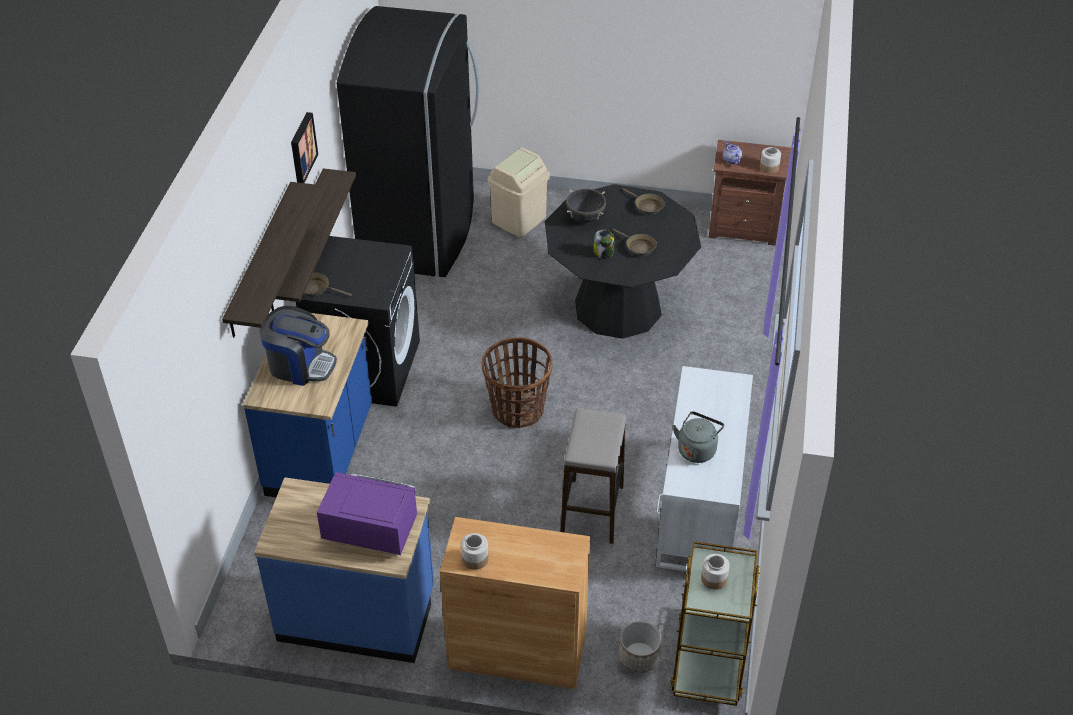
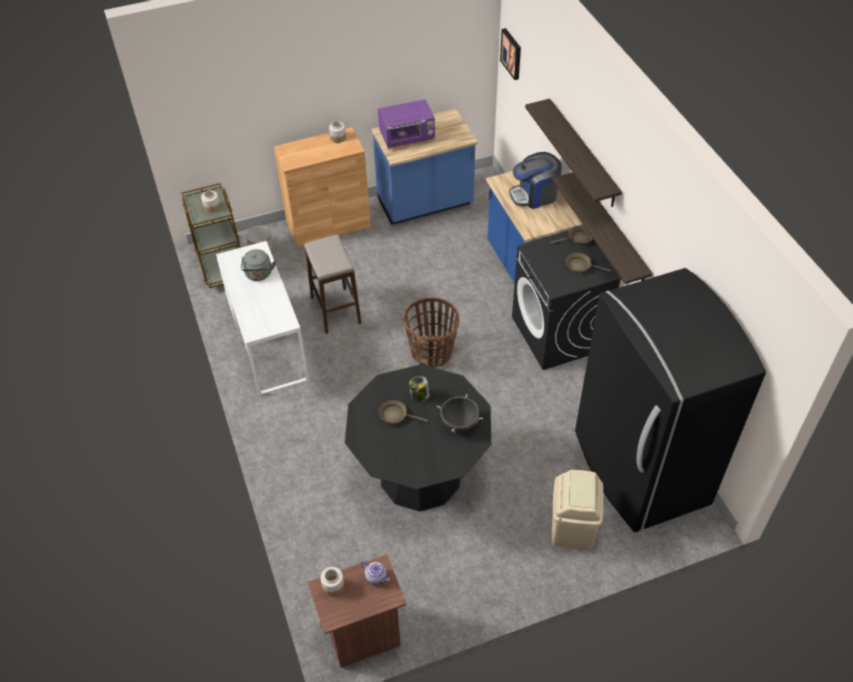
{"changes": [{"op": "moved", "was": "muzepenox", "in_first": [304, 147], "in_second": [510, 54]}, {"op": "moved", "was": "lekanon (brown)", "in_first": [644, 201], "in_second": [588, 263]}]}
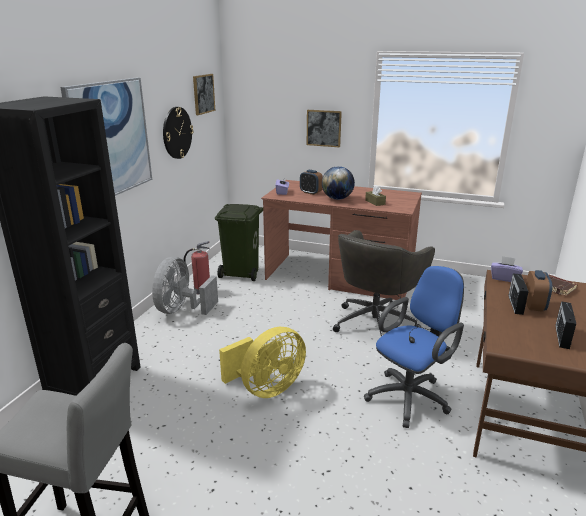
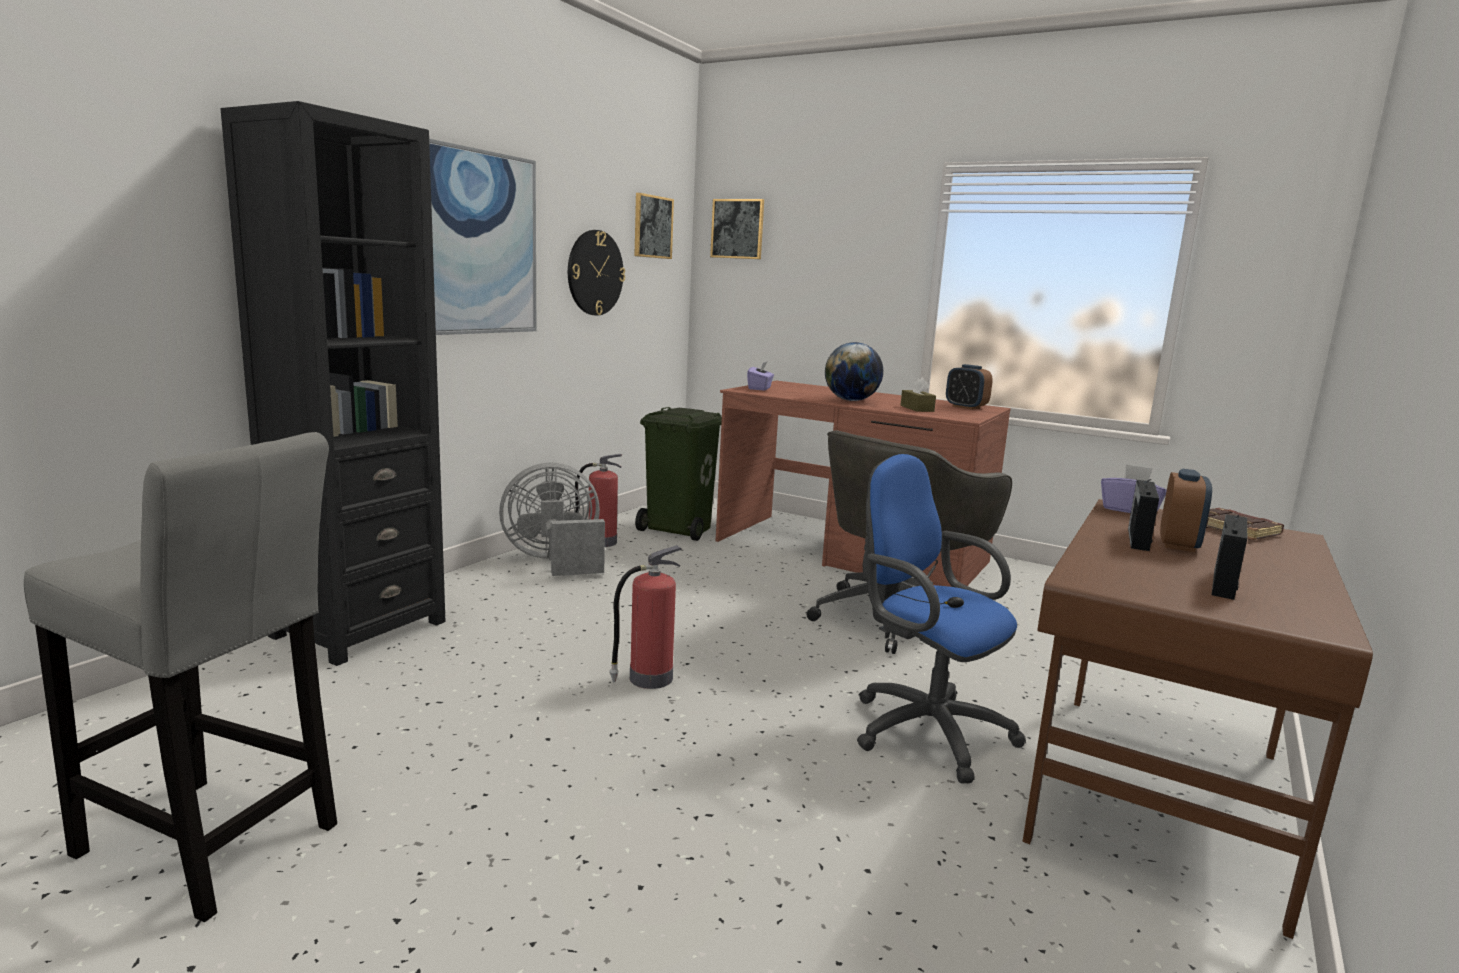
{"changes": [{"op": "turned", "was": "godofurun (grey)", "in_first": [185, 286], "in_second": [552, 519], "clockwise": 45}, {"op": "replaced", "was": "godofurun (yellow)", "now": "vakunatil", "in_first": [262, 362], "in_second": [645, 617]}, {"op": "moved", "was": "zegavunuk", "in_first": [311, 182], "in_second": [969, 387]}, {"op": "moved", "was": "muzepenox", "in_first": [324, 128], "in_second": [737, 229]}, {"op": "turned", "was": "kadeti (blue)", "in_first": [414, 347], "in_second": [941, 618], "clockwise": -105}]}
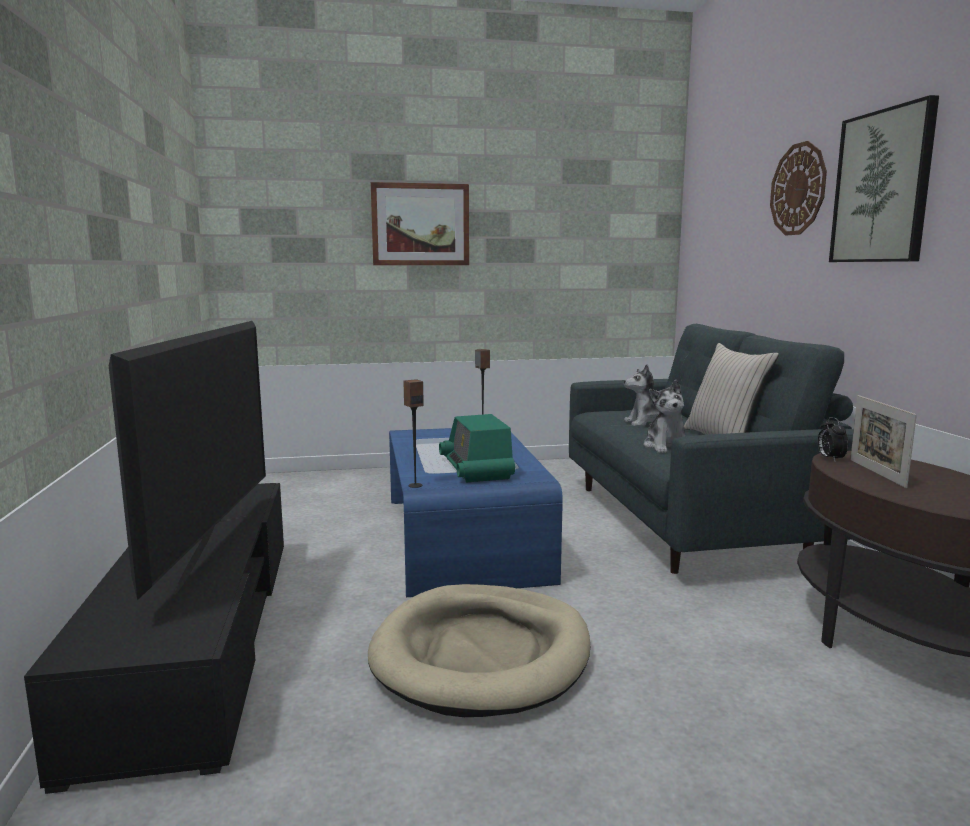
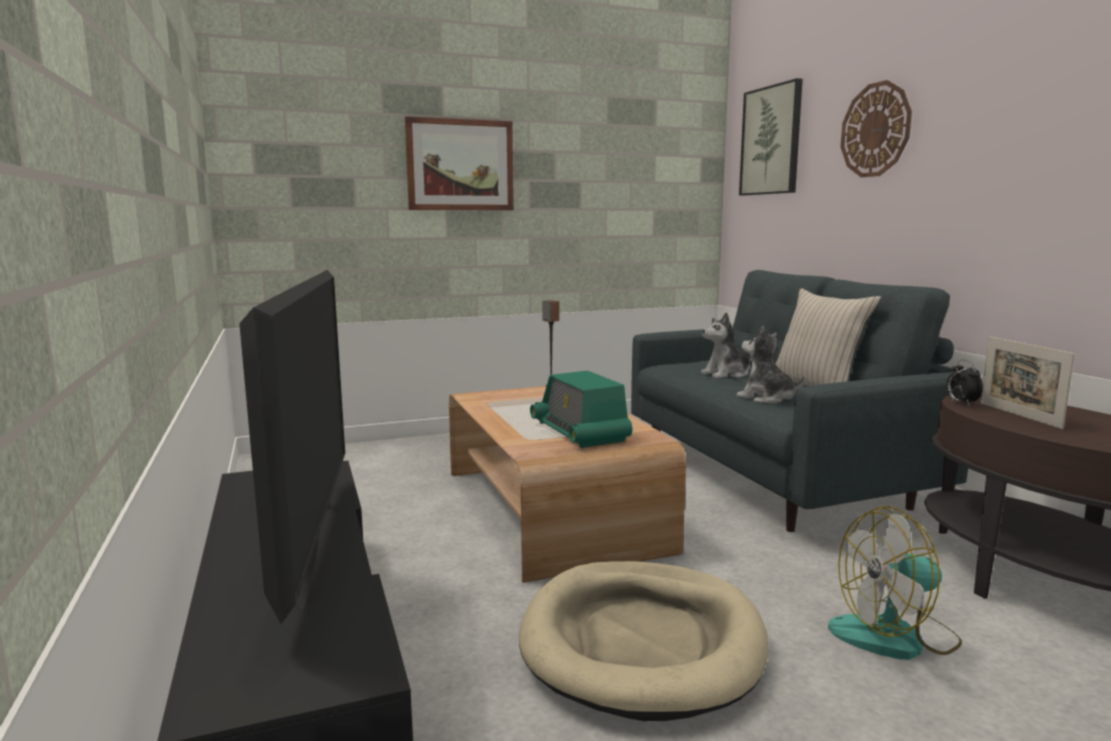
{"changes": [{"op": "recoloured", "was": "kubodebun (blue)", "now": "kubodebun (brown)", "in_first": [476, 512], "in_second": [567, 484]}, {"op": "removed", "was": "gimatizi", "in_first": [413, 433]}, {"op": "turned", "was": "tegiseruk", "in_first": [664, 416], "in_second": [770, 365], "clockwise": 150}, {"op": "moved", "was": "muzepenox", "in_first": [884, 178], "in_second": [771, 136]}, {"op": "added", "now": "godofurun", "in_second": [895, 583]}]}
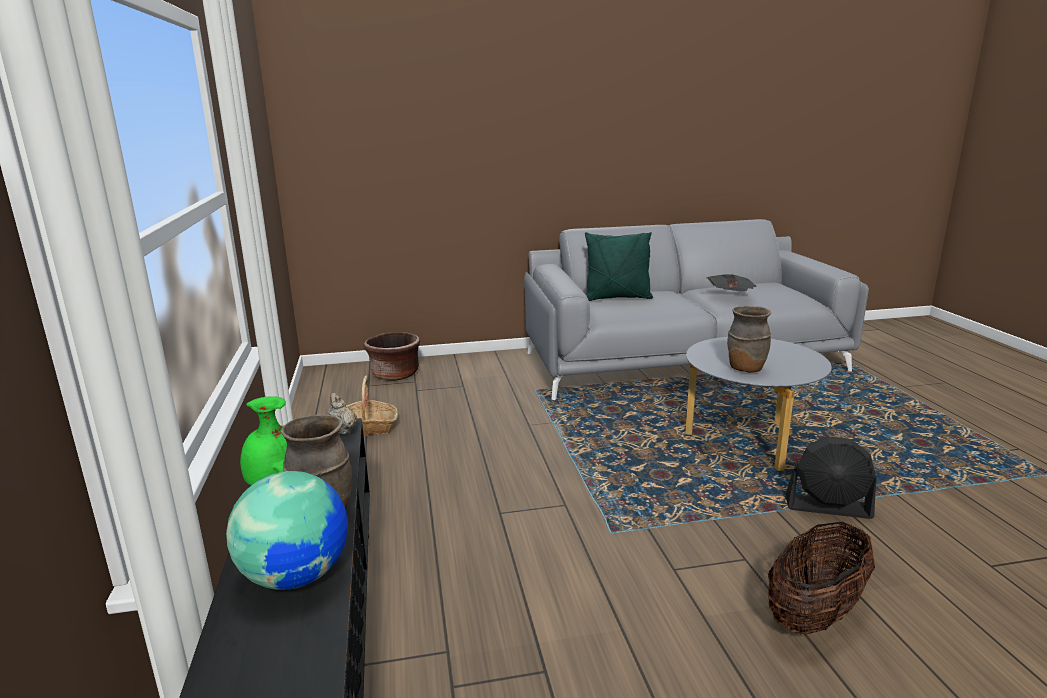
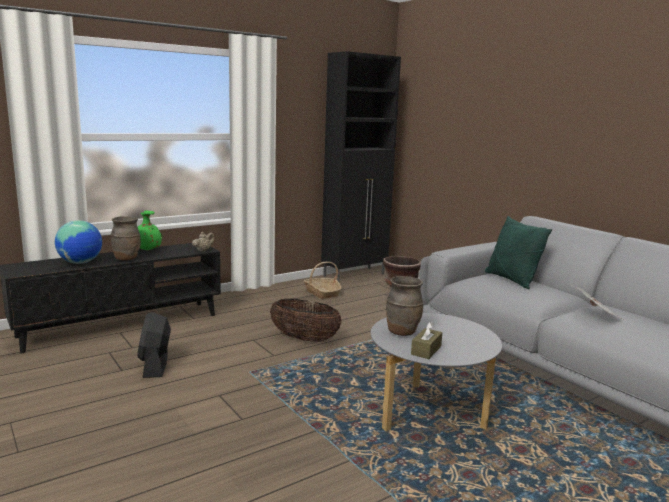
{"changes": [{"op": "moved", "was": "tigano", "in_first": [821, 577], "in_second": [306, 320]}, {"op": "moved", "was": "godofurun (black)", "in_first": [831, 477], "in_second": [154, 345]}, {"op": "added", "now": "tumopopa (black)", "in_second": [361, 166]}, {"op": "added", "now": "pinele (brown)", "in_second": [426, 340]}]}
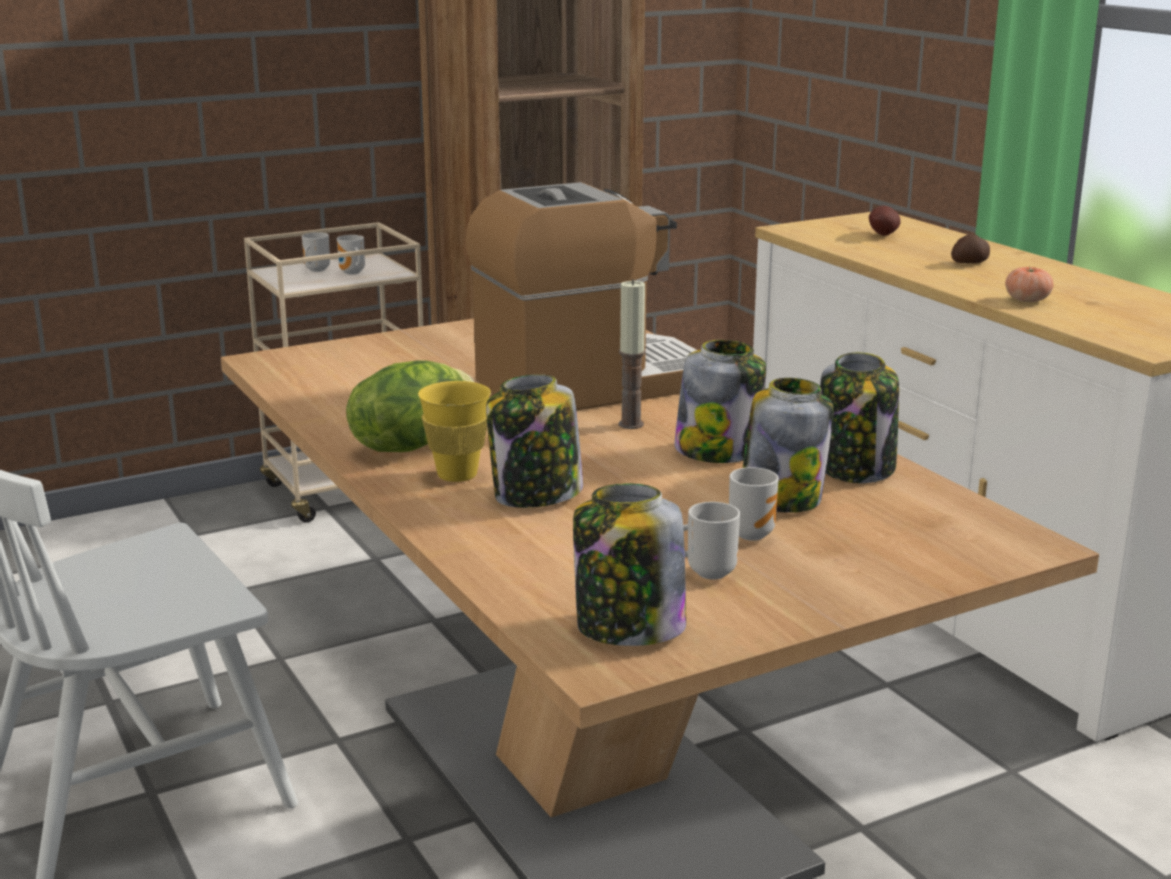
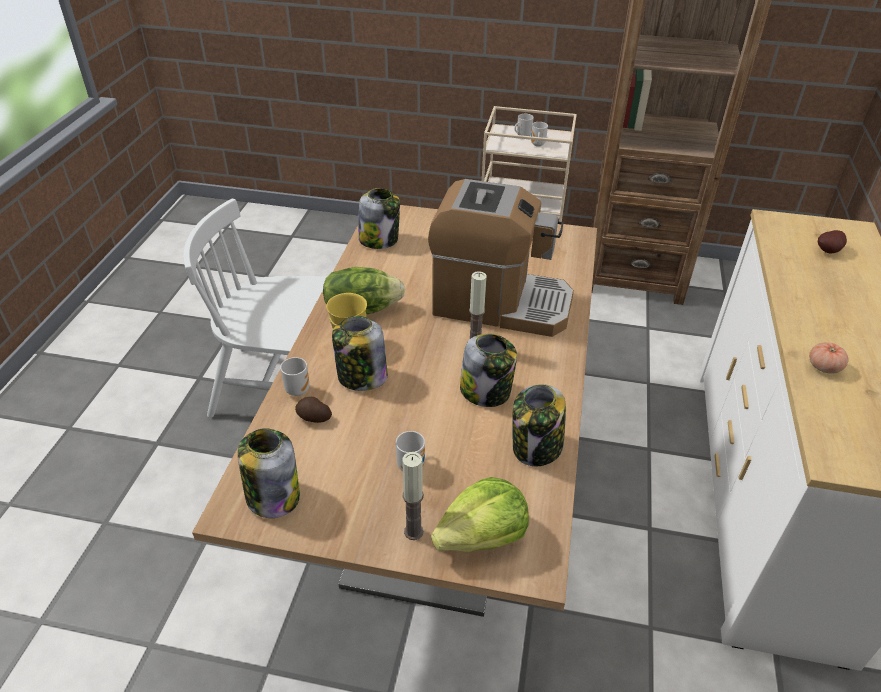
{"changes": [{"op": "moved", "was": "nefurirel", "in_first": [711, 541], "in_second": [294, 376]}, {"op": "moved", "was": "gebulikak", "in_first": [788, 445], "in_second": [379, 218]}, {"op": "moved", "was": "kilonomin", "in_first": [970, 248], "in_second": [313, 410]}, {"op": "added", "now": "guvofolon", "in_second": [413, 496]}, {"op": "added", "now": "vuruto", "in_second": [480, 514]}]}
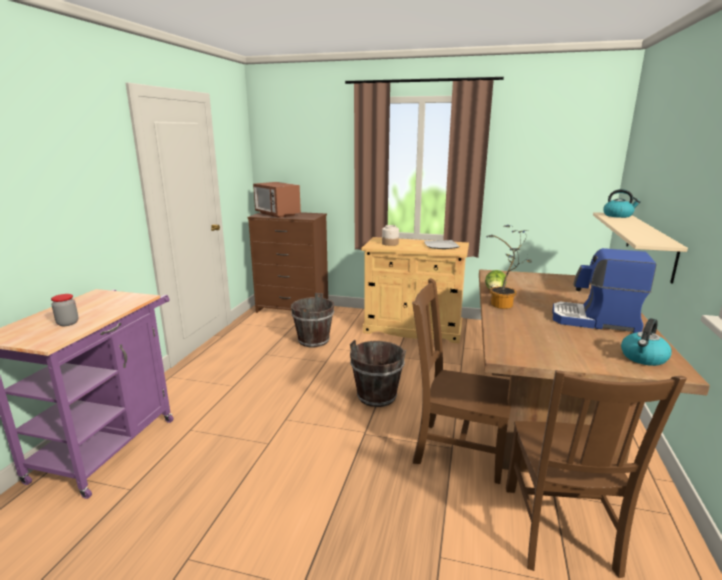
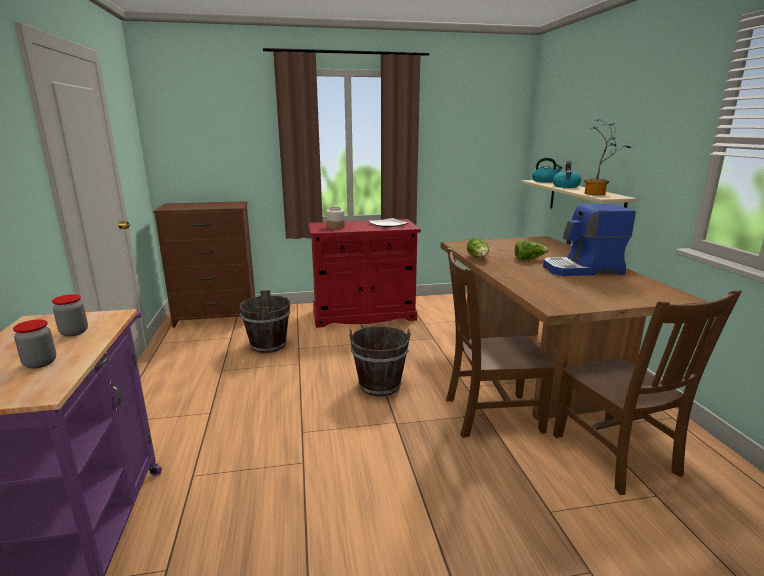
{"changes": [{"op": "removed", "was": "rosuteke", "in_first": [277, 200]}, {"op": "recoloured", "was": "tumopopa (beige)", "now": "tumopopa (red)", "in_first": [415, 290], "in_second": [364, 273]}, {"op": "moved", "was": "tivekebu", "in_first": [509, 267], "in_second": [607, 157]}, {"op": "moved", "was": "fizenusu", "in_first": [646, 342], "in_second": [567, 174]}, {"op": "added", "now": "gebulikak", "in_second": [70, 315]}, {"op": "added", "now": "vuruto", "in_second": [532, 250]}]}
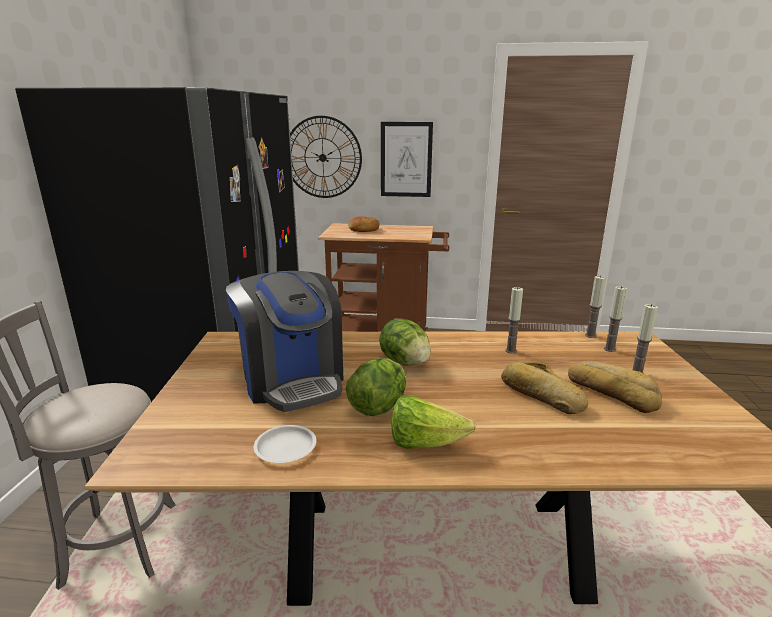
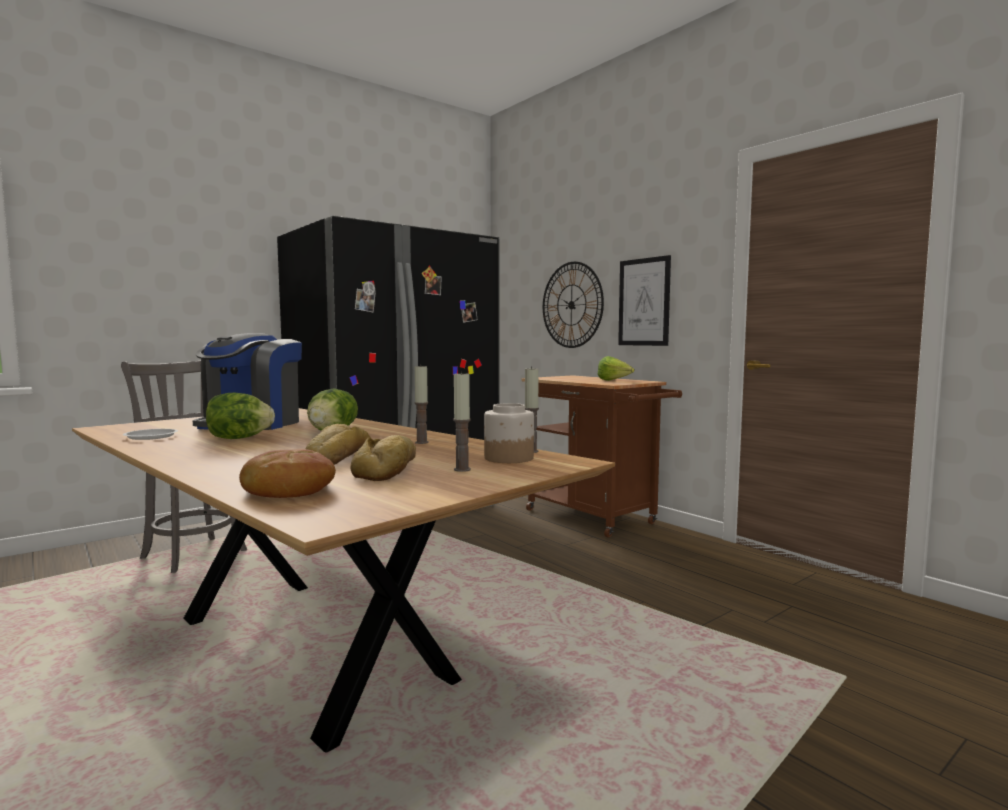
{"changes": [{"op": "moved", "was": "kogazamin", "in_first": [363, 224], "in_second": [287, 473]}, {"op": "moved", "was": "vuruto", "in_first": [434, 422], "in_second": [616, 368]}, {"op": "replaced", "was": "guvofolon", "now": "gebulikak", "in_first": [615, 319], "in_second": [509, 433]}]}
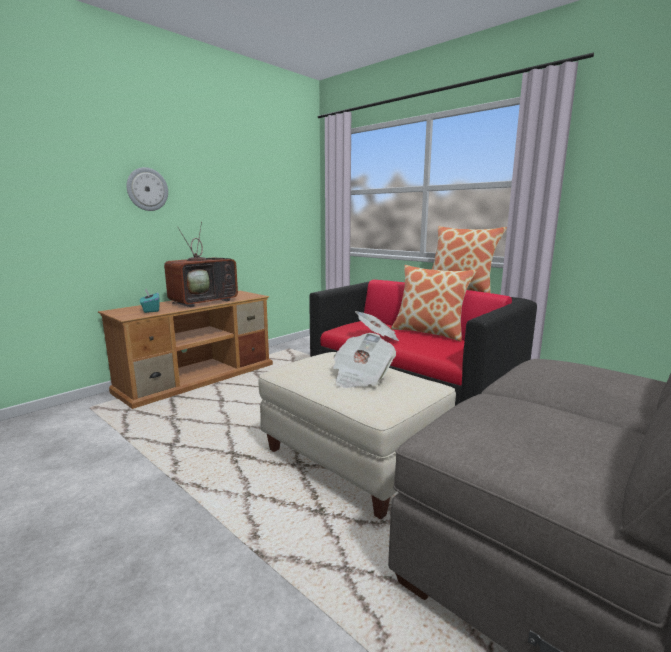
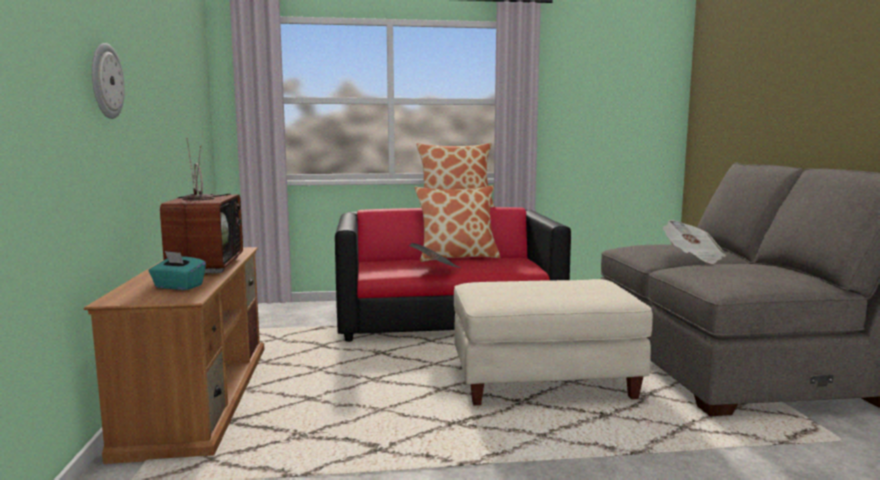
{"changes": [{"op": "moved", "was": "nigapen", "in_first": [364, 360], "in_second": [694, 242]}]}
